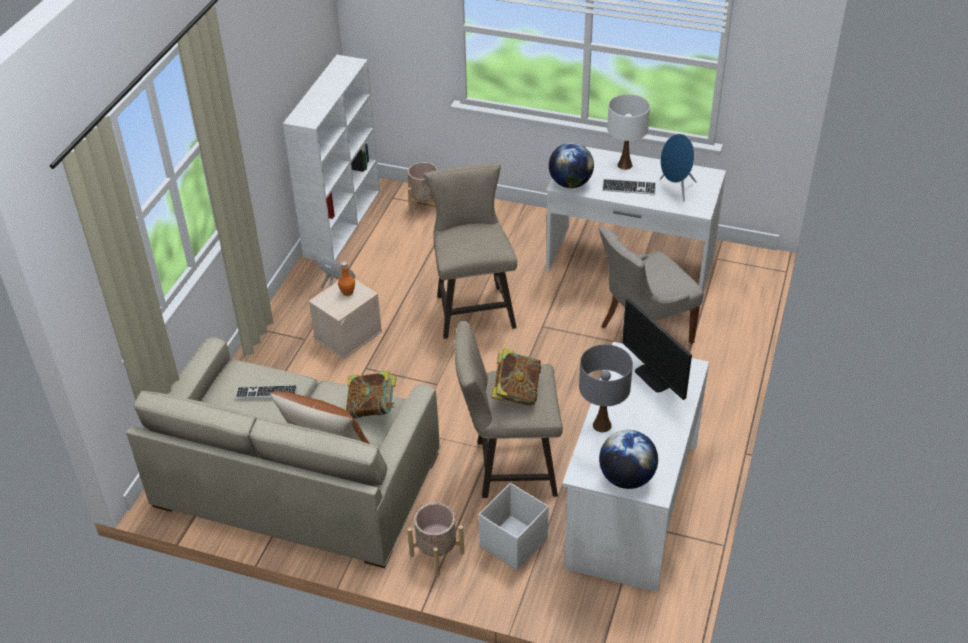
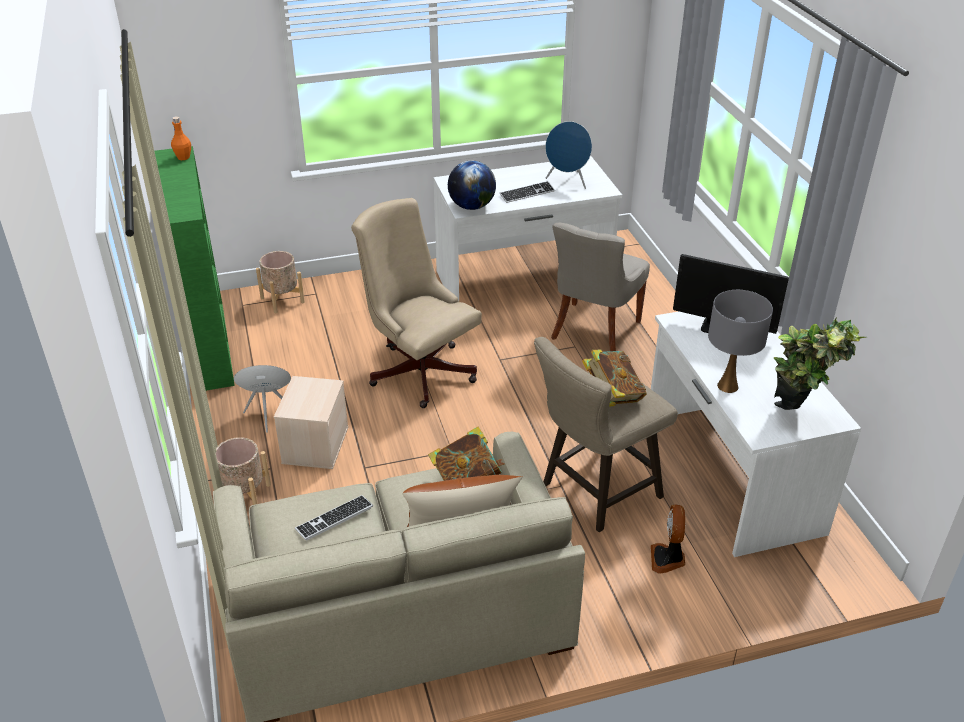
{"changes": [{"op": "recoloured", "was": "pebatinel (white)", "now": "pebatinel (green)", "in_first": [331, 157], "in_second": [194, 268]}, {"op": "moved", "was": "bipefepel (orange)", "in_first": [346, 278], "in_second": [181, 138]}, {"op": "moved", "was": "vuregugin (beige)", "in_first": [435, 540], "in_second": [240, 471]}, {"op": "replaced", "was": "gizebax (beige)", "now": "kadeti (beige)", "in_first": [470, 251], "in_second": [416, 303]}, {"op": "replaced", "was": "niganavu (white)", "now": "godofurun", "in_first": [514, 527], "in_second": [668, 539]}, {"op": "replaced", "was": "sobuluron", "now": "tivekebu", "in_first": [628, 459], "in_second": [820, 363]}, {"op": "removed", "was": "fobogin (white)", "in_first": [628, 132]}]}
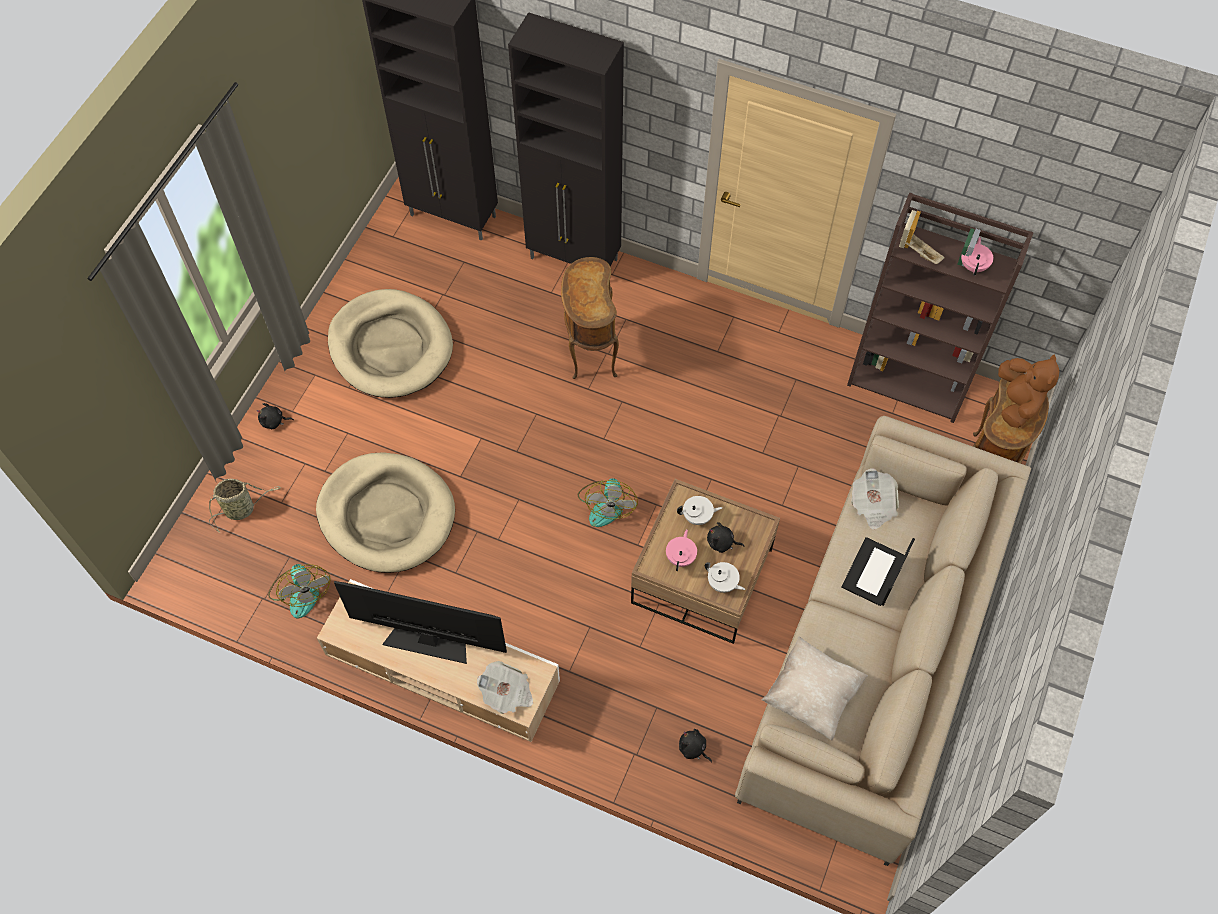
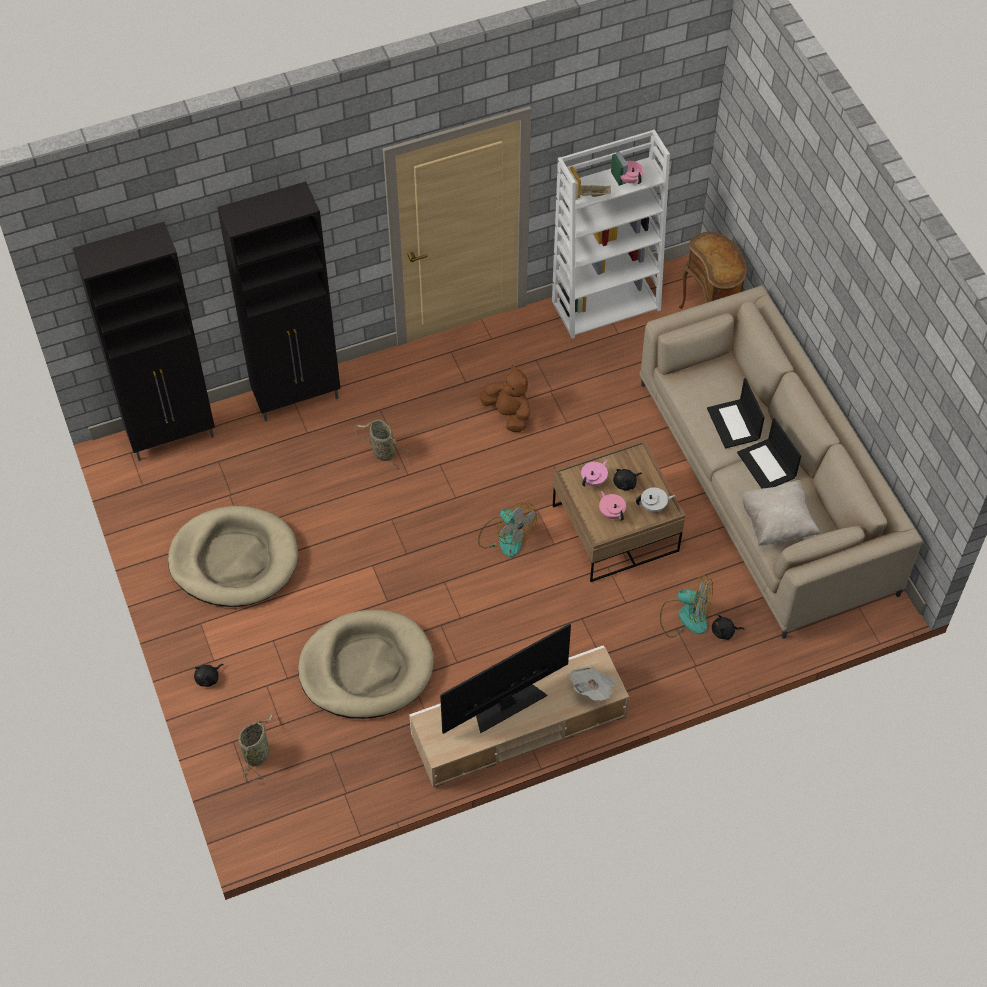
{"changes": [{"op": "moved", "was": "godofurun", "in_first": [299, 591], "in_second": [686, 606]}, {"op": "replaced", "was": "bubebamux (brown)", "now": "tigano", "in_first": [590, 318], "in_second": [383, 443]}, {"op": "recoloured", "was": "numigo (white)", "now": "numigo (pink)", "in_first": [699, 510], "in_second": [594, 473]}, {"op": "recoloured", "was": "pebatinel (brown)", "now": "pebatinel (white)", "in_first": [940, 308], "in_second": [611, 234]}, {"op": "removed", "was": "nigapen", "in_first": [875, 499]}, {"op": "moved", "was": "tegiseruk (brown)", "in_first": [1028, 391], "in_second": [505, 398]}, {"op": "added", "now": "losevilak", "in_second": [769, 453]}]}
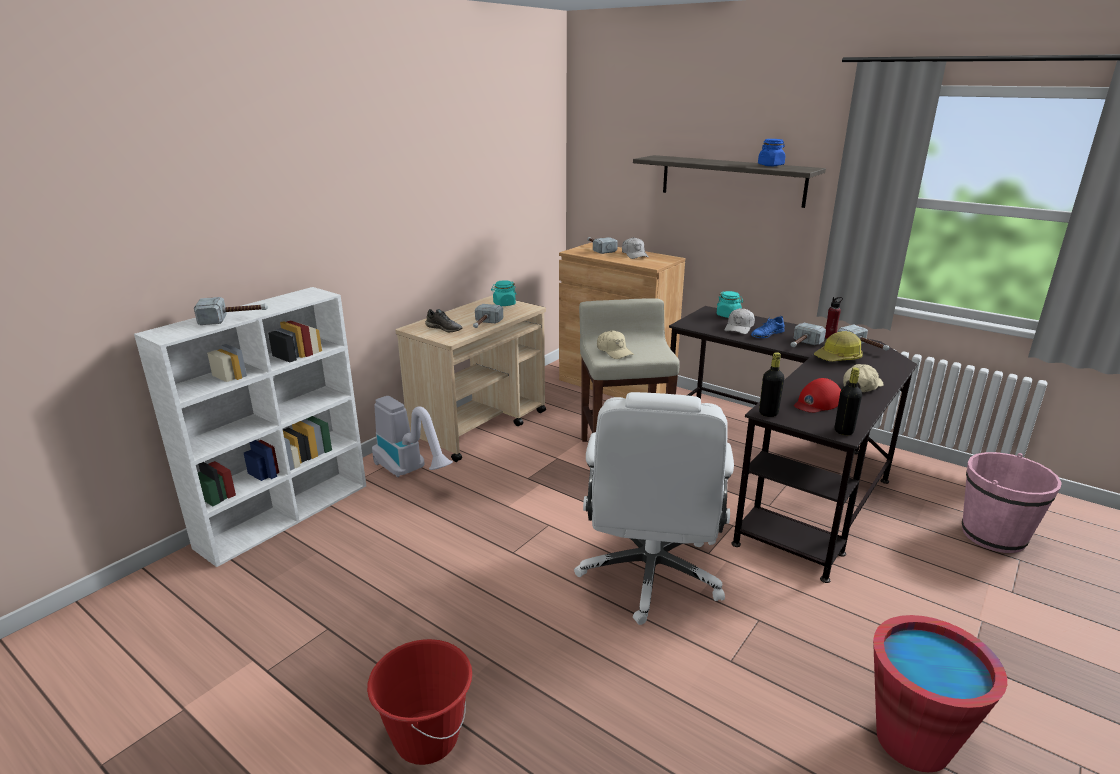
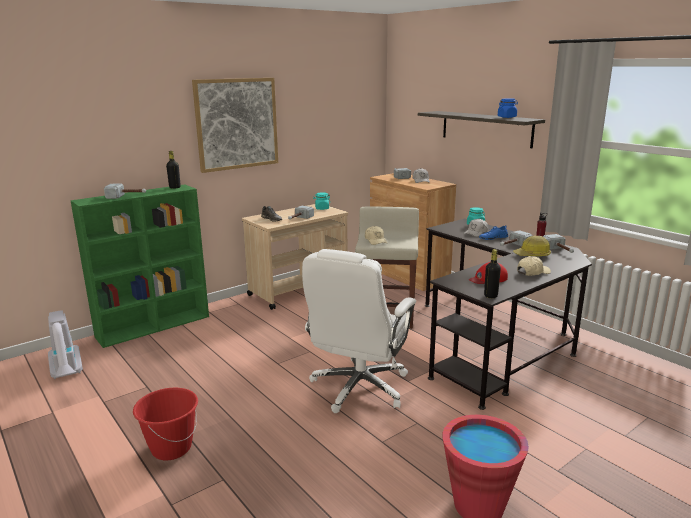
{"changes": [{"op": "recoloured", "was": "pebatinel (white)", "now": "pebatinel (green)", "in_first": [250, 427], "in_second": [139, 266]}, {"op": "moved", "was": "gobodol", "in_first": [412, 436], "in_second": [65, 344]}, {"op": "moved", "was": "bipefepel (black)", "in_first": [771, 384], "in_second": [173, 170]}, {"op": "removed", "was": "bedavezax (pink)", "in_first": [1012, 502]}, {"op": "added", "now": "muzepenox", "in_second": [235, 125]}]}
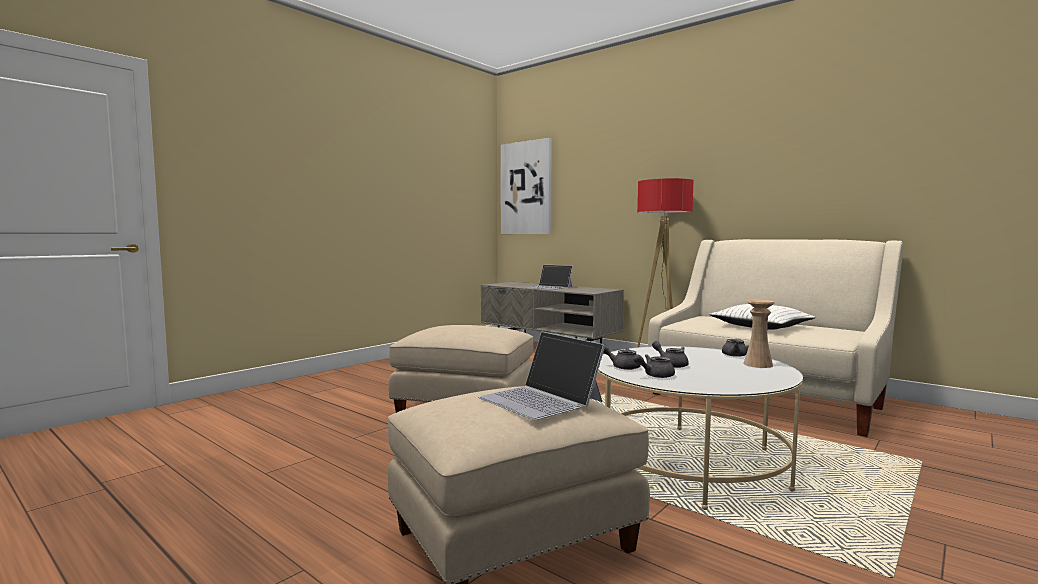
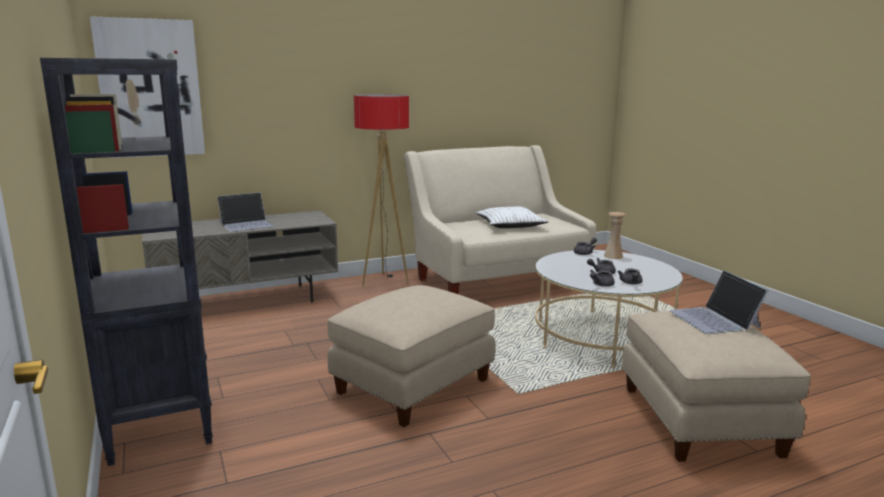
{"changes": [{"op": "turned", "was": "losevilak", "in_first": [541, 375], "in_second": [718, 302], "clockwise": 90}, {"op": "added", "now": "pebatinel (black)", "in_second": [126, 262]}]}
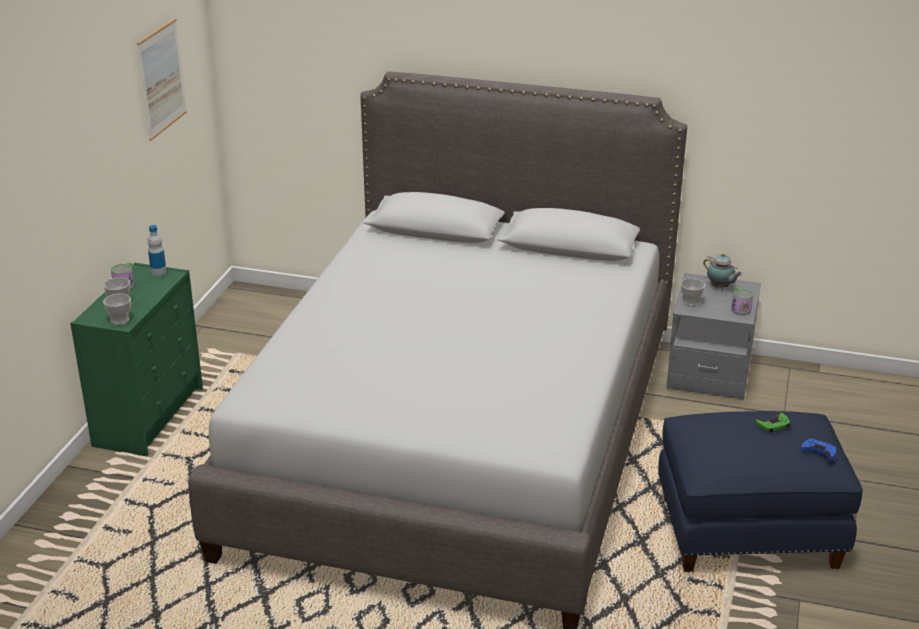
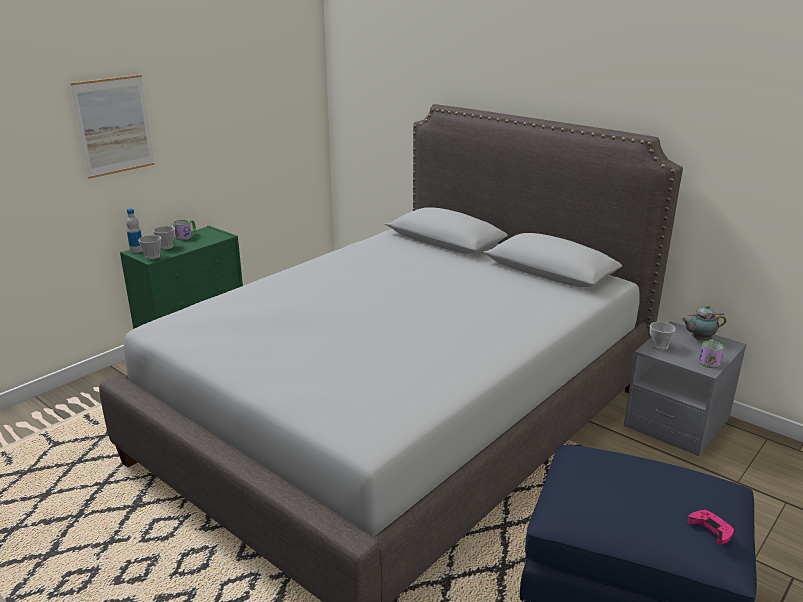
{"changes": [{"op": "moved", "was": "muzepenox", "in_first": [162, 79], "in_second": [113, 127]}, {"op": "moved", "was": "bipefepel", "in_first": [157, 250], "in_second": [134, 230]}, {"op": "turned", "was": "numigo", "in_first": [722, 271], "in_second": [703, 323], "clockwise": 105}, {"op": "removed", "was": "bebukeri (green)", "in_first": [772, 422]}, {"op": "recoloured", "was": "bebukeri (blue)", "now": "bebukeri (pink)", "in_first": [818, 450], "in_second": [711, 527]}]}
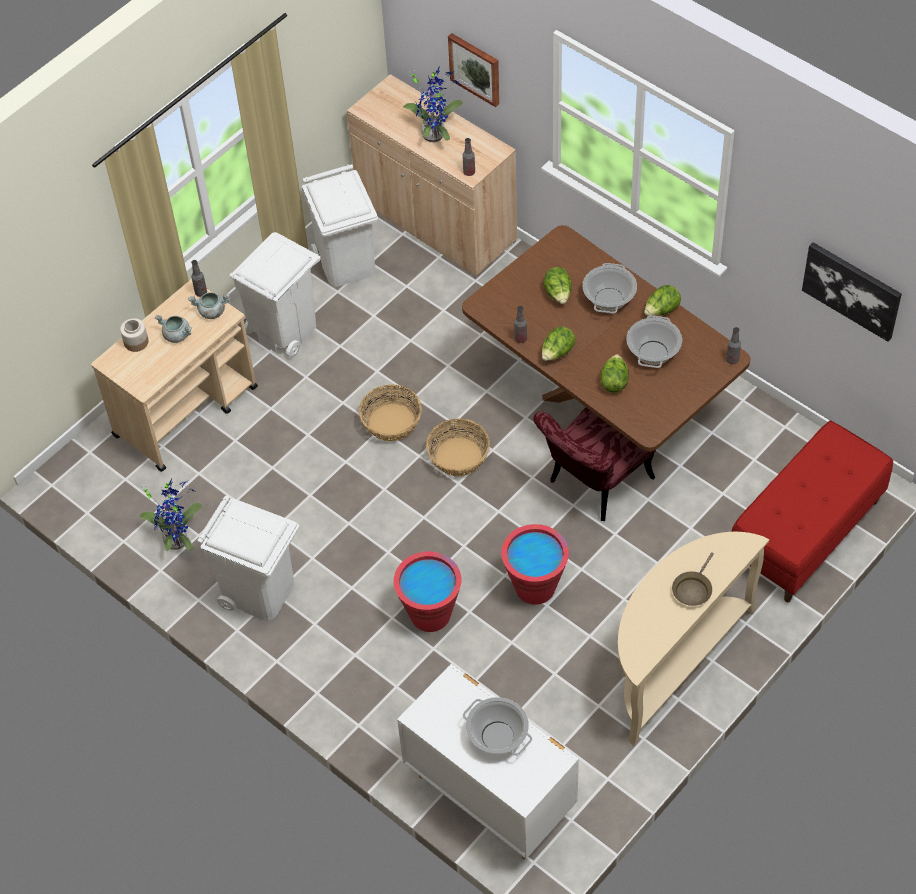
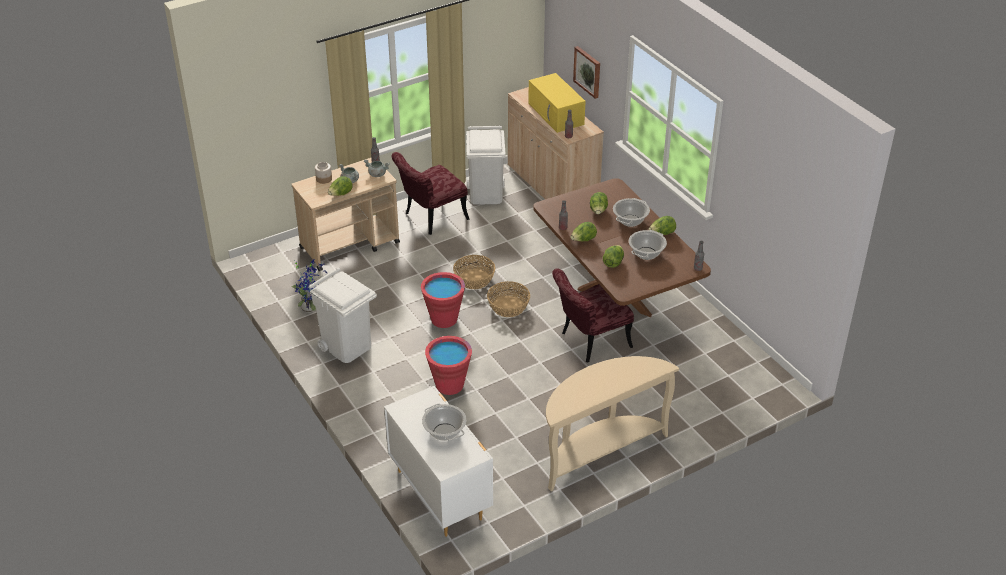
{"changes": [{"op": "replaced", "was": "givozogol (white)", "now": "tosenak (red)", "in_first": [275, 295], "in_second": [430, 193]}, {"op": "replaced", "was": "tivekebu", "now": "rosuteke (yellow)", "in_first": [433, 104], "in_second": [557, 103]}, {"op": "moved", "was": "bedavezax (red)", "in_first": [535, 564], "in_second": [443, 300]}, {"op": "removed", "was": "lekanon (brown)", "in_first": [693, 579]}, {"op": "removed", "was": "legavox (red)", "in_first": [812, 511]}, {"op": "removed", "was": "muzepenox", "in_first": [852, 292]}, {"op": "added", "now": "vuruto", "in_second": [340, 186]}]}
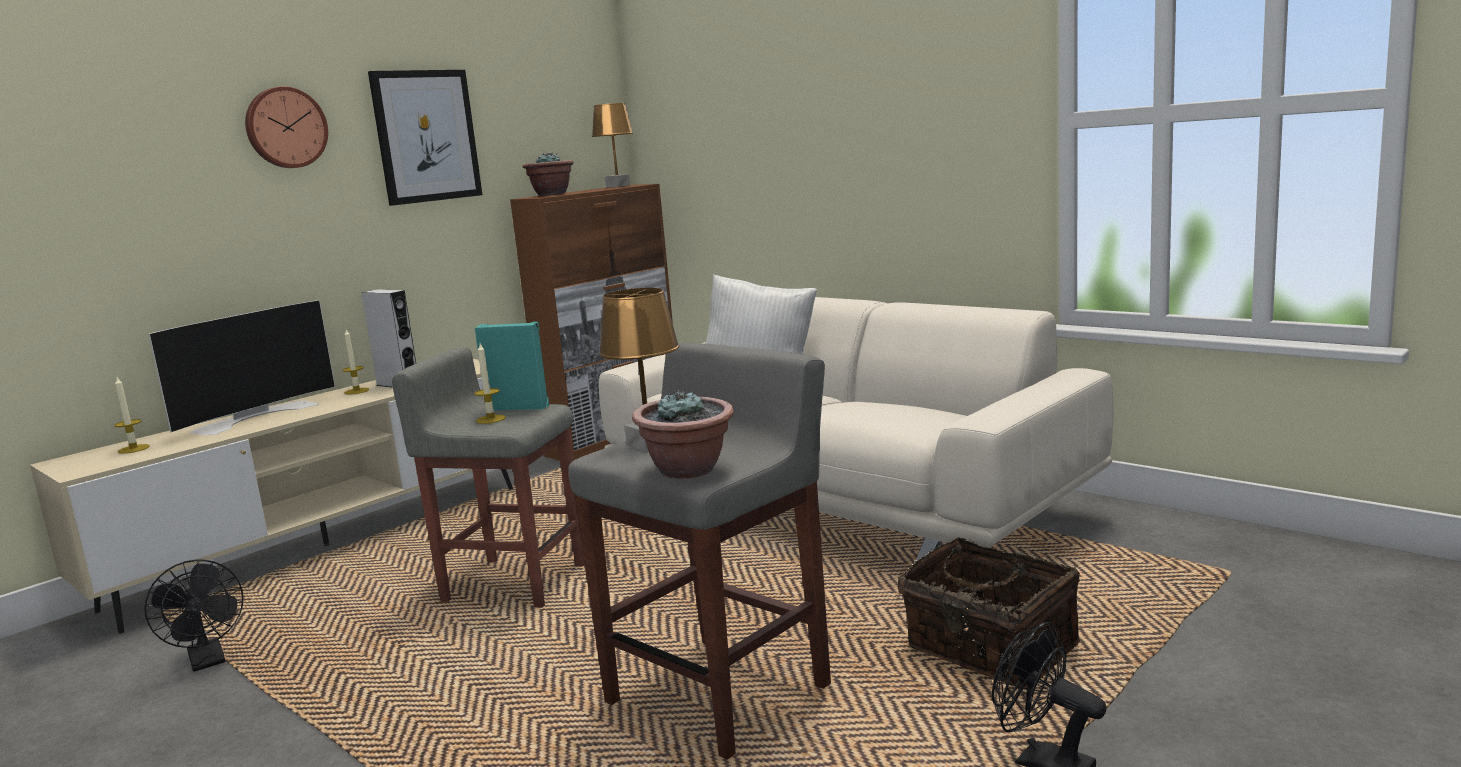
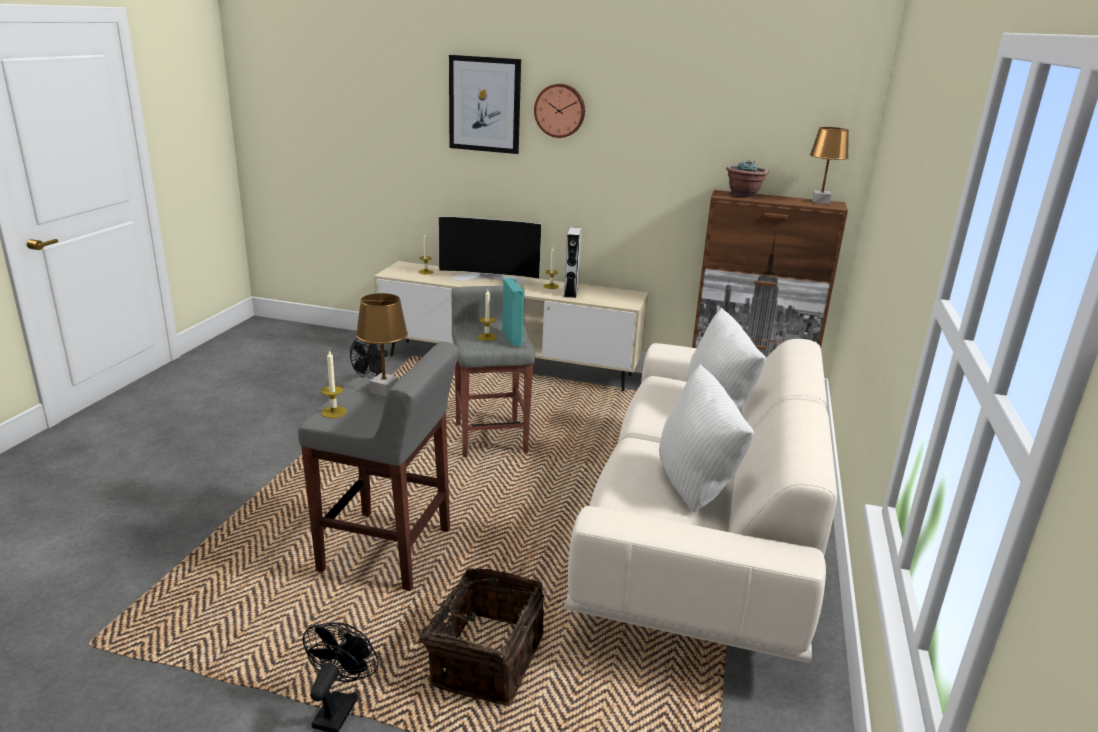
{"changes": [{"op": "moved", "was": "muzepenox", "in_first": [425, 138], "in_second": [485, 104]}, {"op": "replaced", "was": "tivekebu", "now": "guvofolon", "in_first": [683, 434], "in_second": [334, 384]}, {"op": "added", "now": "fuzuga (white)", "in_second": [706, 438]}]}
